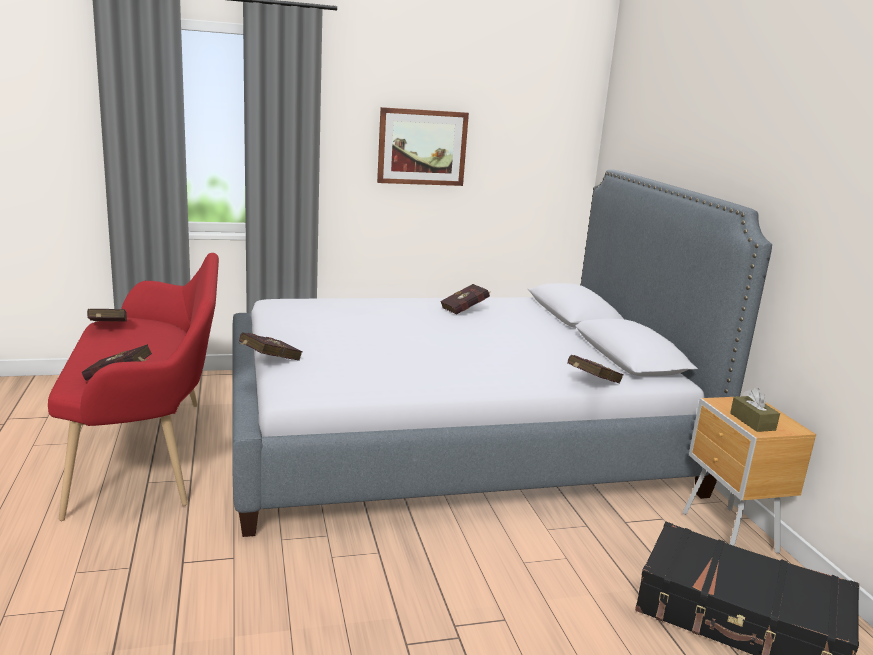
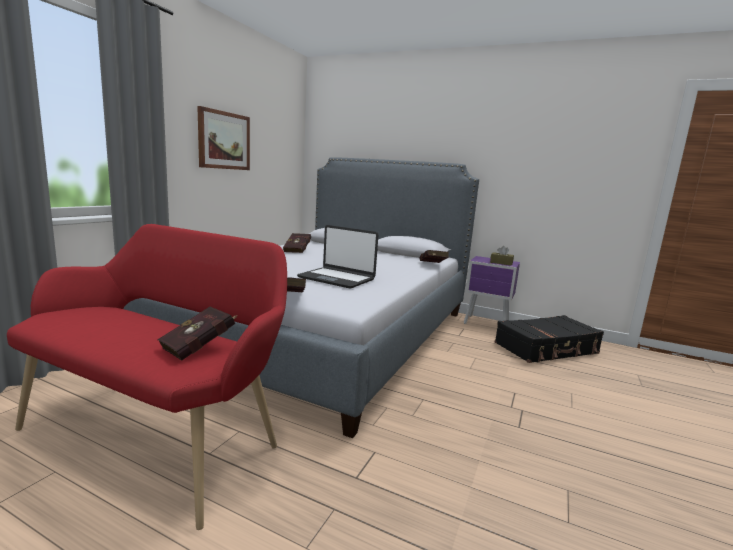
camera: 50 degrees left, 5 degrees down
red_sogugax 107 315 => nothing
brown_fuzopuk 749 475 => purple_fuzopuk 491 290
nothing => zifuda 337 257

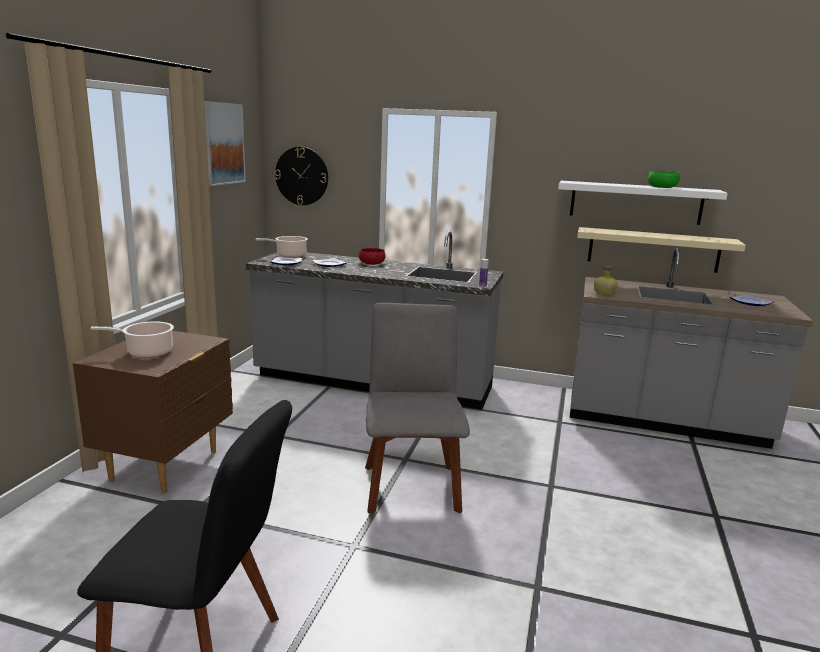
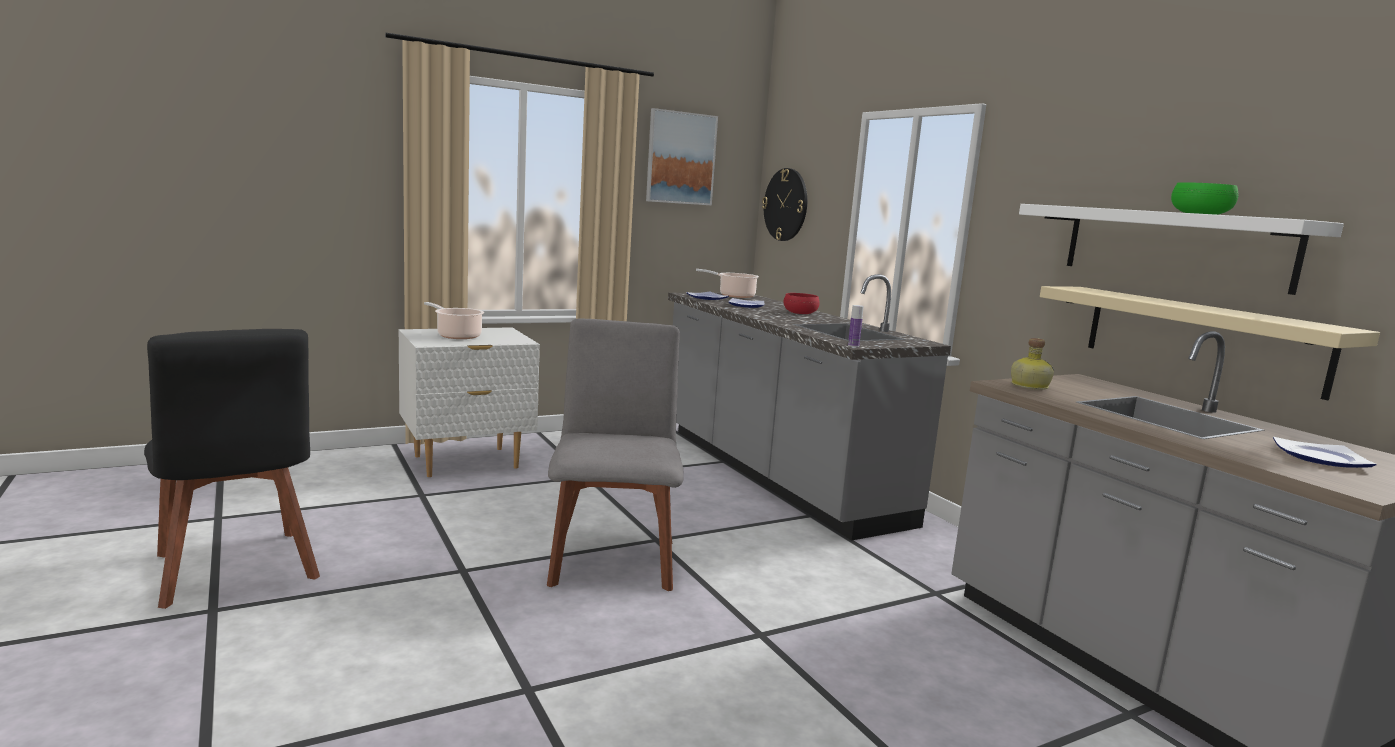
camera: 45 degrees right, 5 degrees down
brown_fuzopuk 153 412 => white_fuzopuk 469 402
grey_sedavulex 417 408 => grey_sedavulex 615 455, 45 degrees counterclockwise

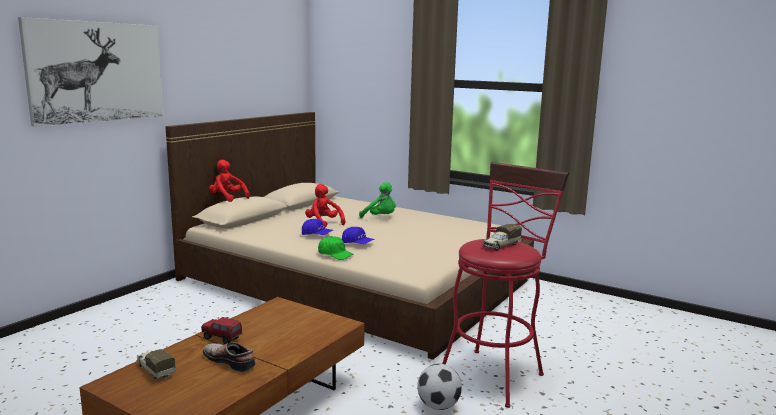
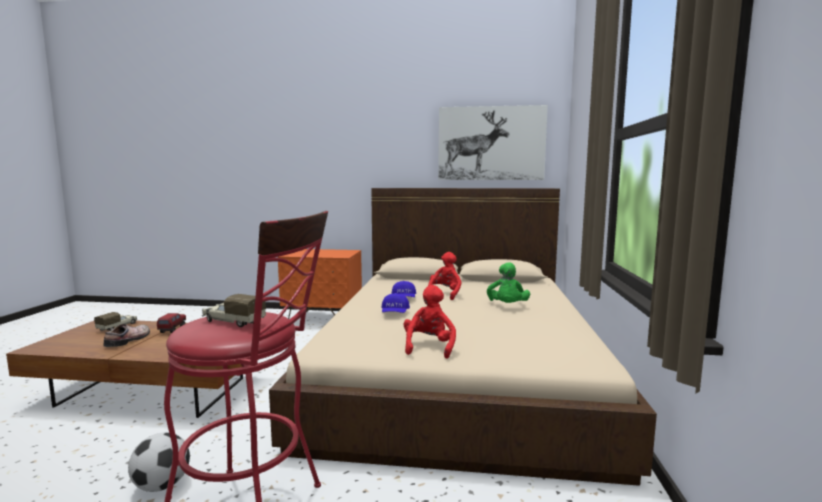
camera: 65 degrees right, 5 degrees down
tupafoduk 91 72 => tupafoduk 493 142, move
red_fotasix 229 181 => red_fotasix 429 322, move
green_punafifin 336 248 => nothing
nothing => orange_fuzopuk 320 284

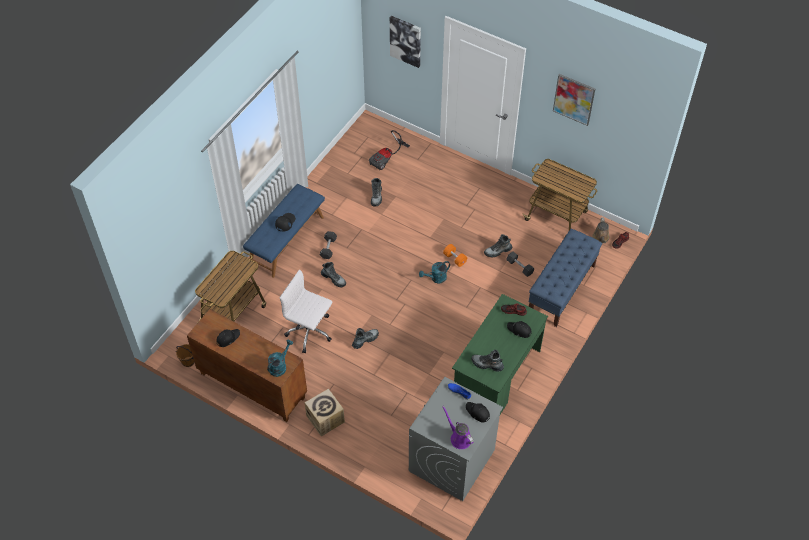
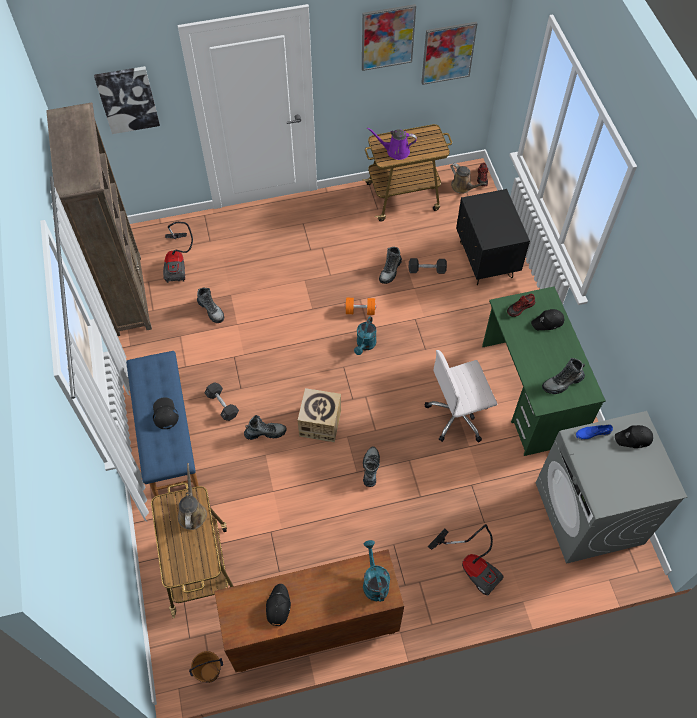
camera: 45 degrees left, 5 degrees up
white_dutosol 306 311 => white_dutosol 461 396, move
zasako 325 412 => zasako 319 415, move
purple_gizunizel 458 427 => purple_gizunizel 392 143, move
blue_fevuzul 565 278 => black_fuzopuk 493 237
nothing => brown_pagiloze 99 219
nothing => brown_gizunizel 192 496
nothing => tupafoduk 449 53
nothing => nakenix 466 560

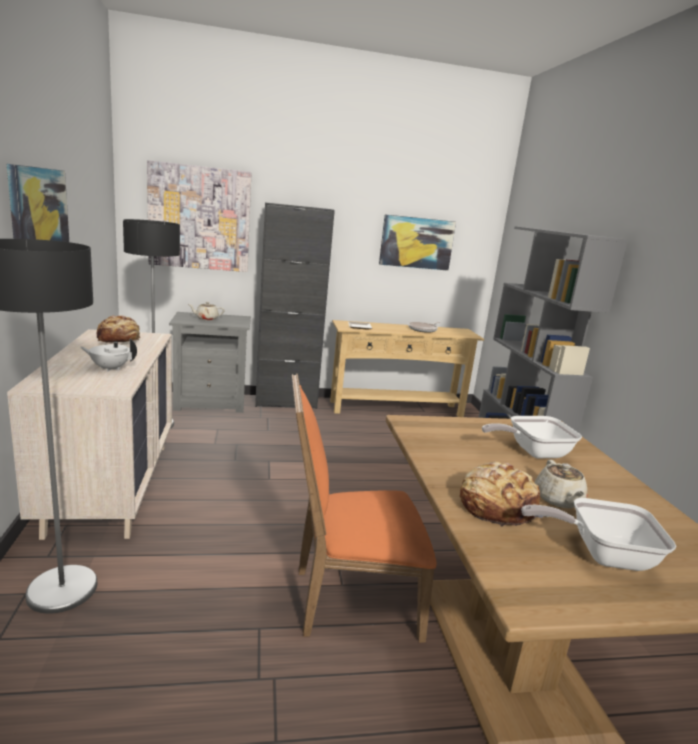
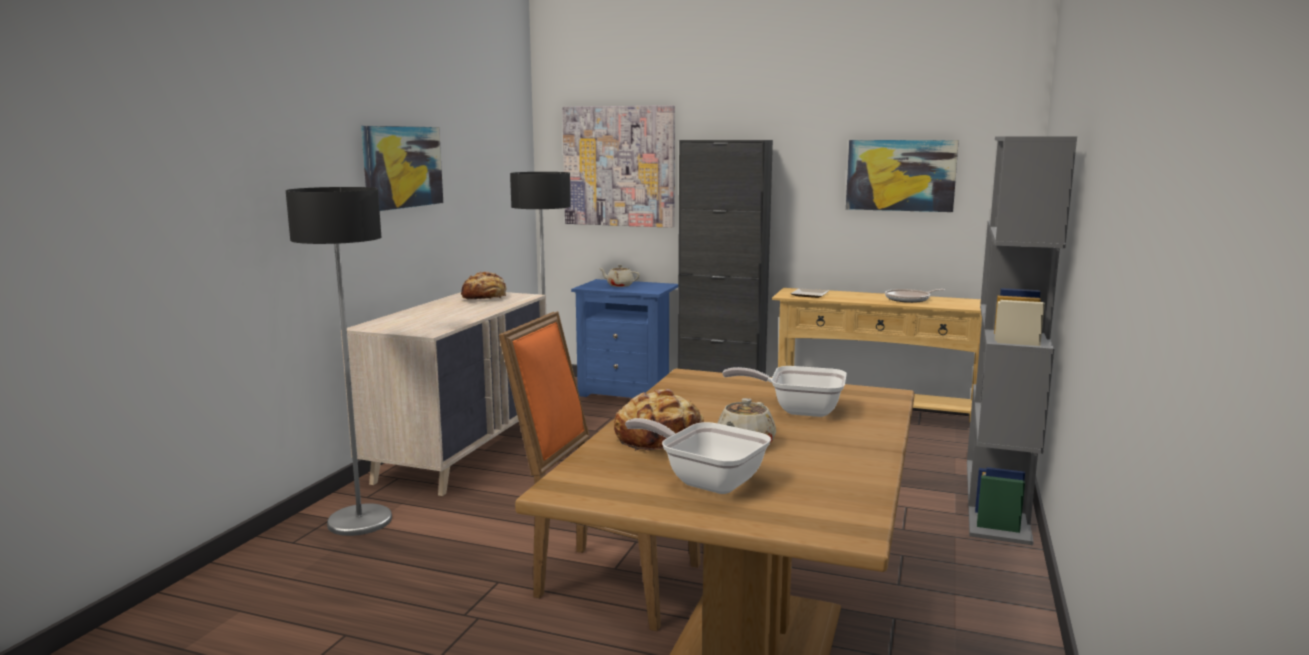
camera: 30 degrees right, 5 degrees down
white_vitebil 108 355 => nothing
grey_fuzopuk 210 362 => blue_fuzopuk 624 338

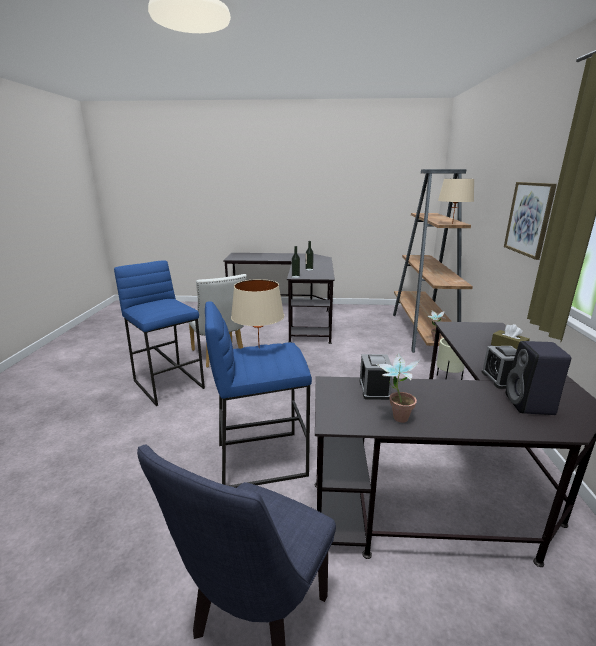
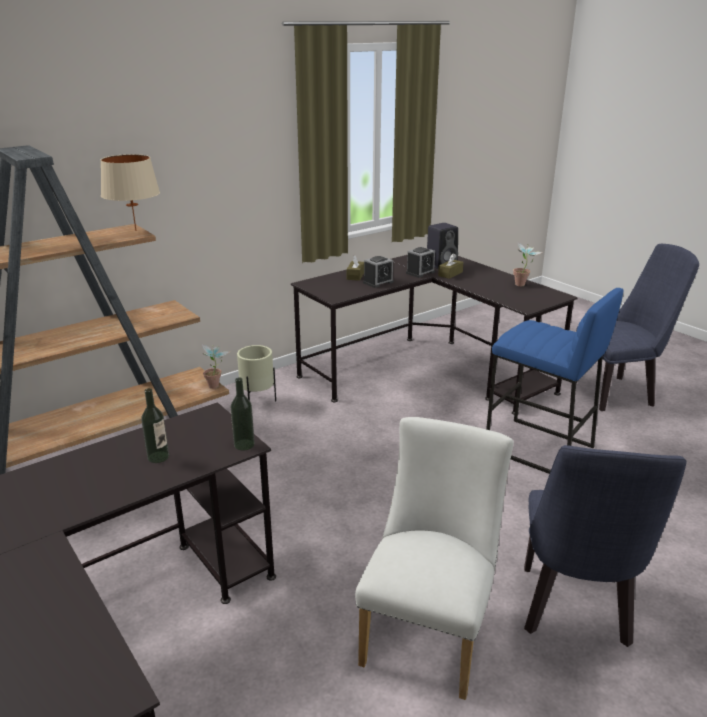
camera: 130 degrees left, 5 degrees up
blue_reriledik 159 333 => blue_sedavulex 605 546
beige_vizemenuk 257 313 => nothing
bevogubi 376 377 => bevogubi 378 272, move
tupafoduk 530 221 => nothing
nothing => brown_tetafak 450 266

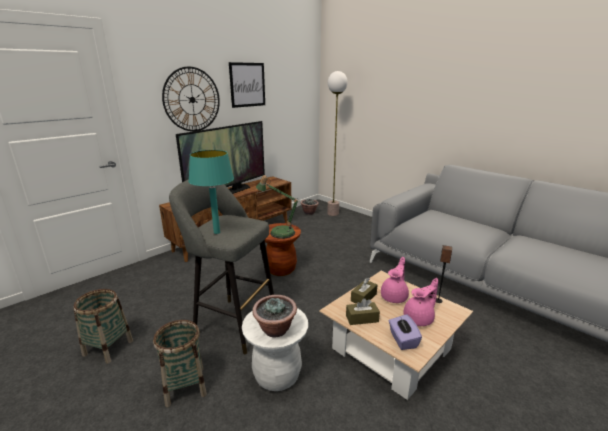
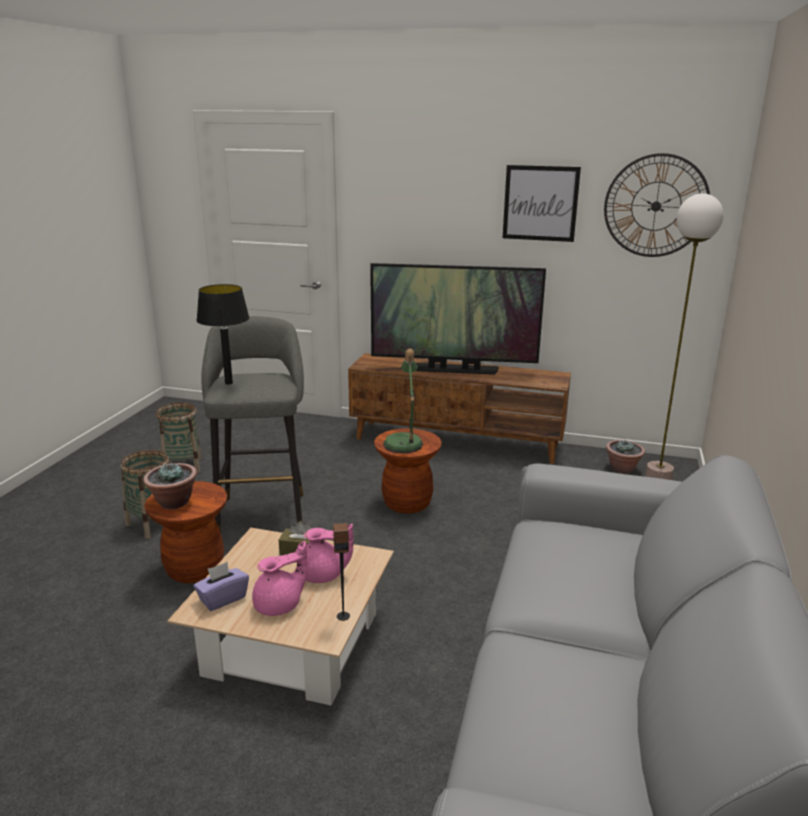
camera: 60 degrees right, 0 degrees up
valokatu 191 99 => valokatu 657 205, move
turquoise_vizemenuk 211 192 => black_vizemenuk 223 334
white_reriledik 275 349 => brown_reriledik 185 532
brown_tetafak 363 311 => nothing
pink_vitebil 421 302 => pink_vitebil 280 578, 60 degrees counterclockwise

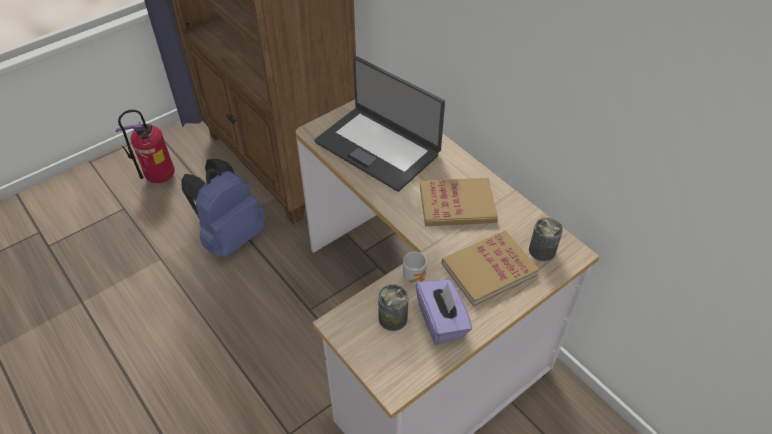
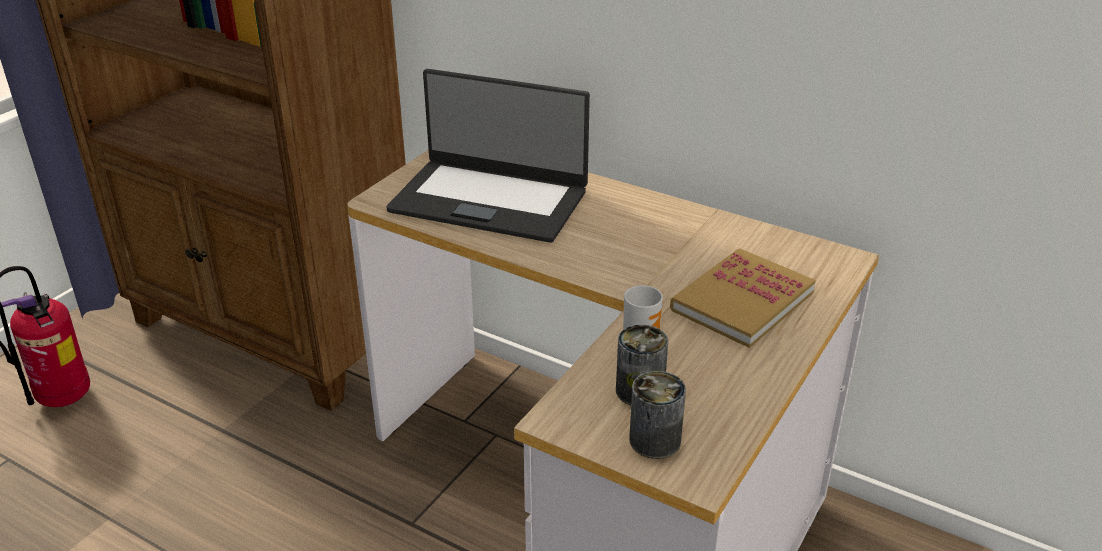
camera: 20 degrees left, 15 degrees down
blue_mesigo 223 208 => nothing
purple_tetafak 444 312 => nothing
sogugax 459 202 => nothing
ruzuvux 546 239 => ruzuvux 657 415, move

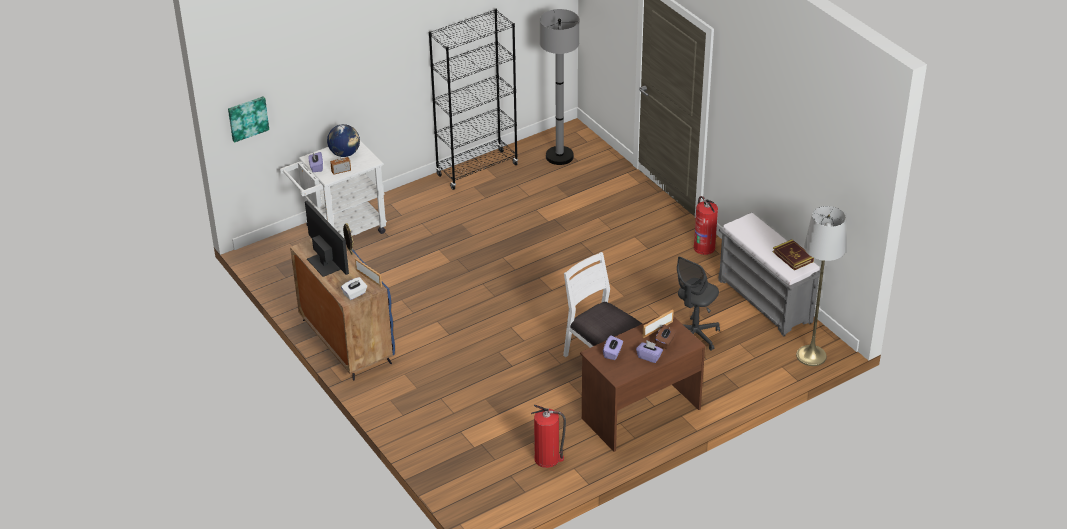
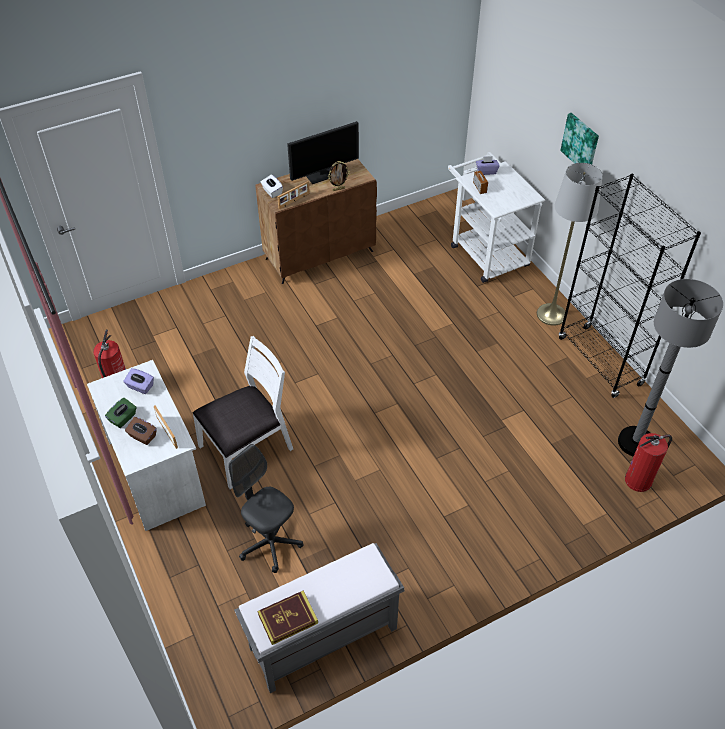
camera: 95 degrees right, 10 degrees up
tupafoduk 248 119 => tupafoduk 579 138, move
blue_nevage 342 310 => brown_nevage 316 221
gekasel 343 140 => nothing
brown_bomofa 643 384 => white_bomofa 146 445
purple_tetafak 649 352 => green_tetafak 121 413
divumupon 706 225 => divumupon 648 462, move
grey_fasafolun 821 286 => grey_fasafolun 570 244, move

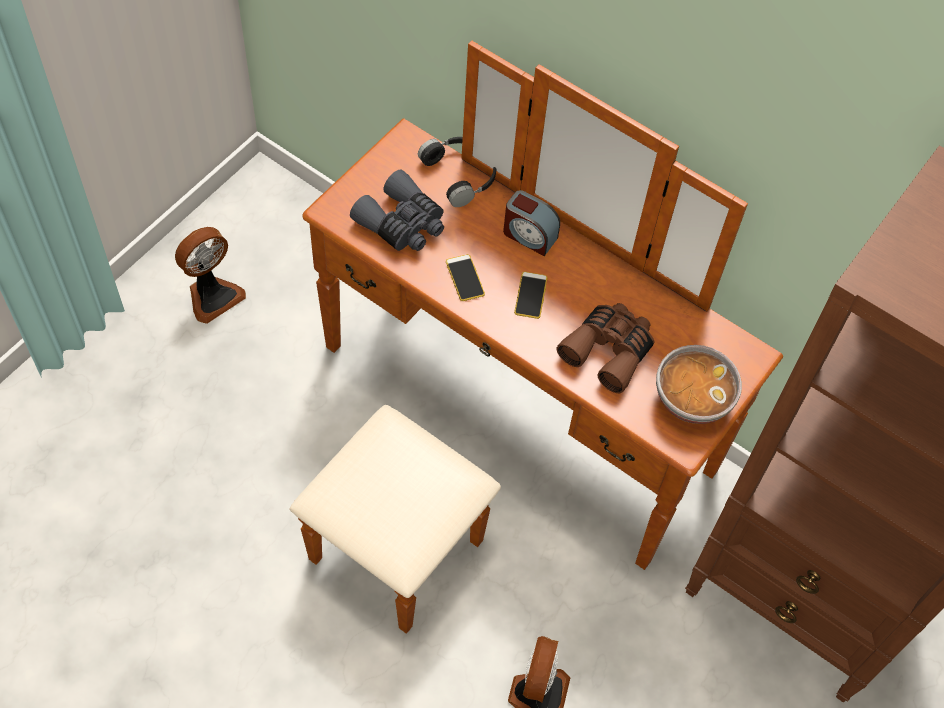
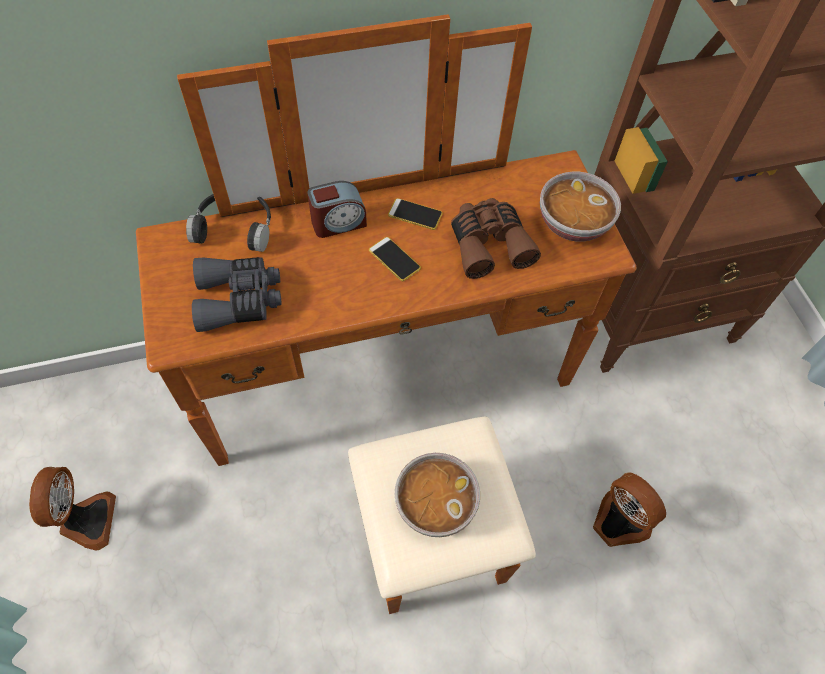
camera: 50 degrees left, 0 degrees up
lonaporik 465 277 => lonaporik 415 214, move
nothing => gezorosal 437 495

